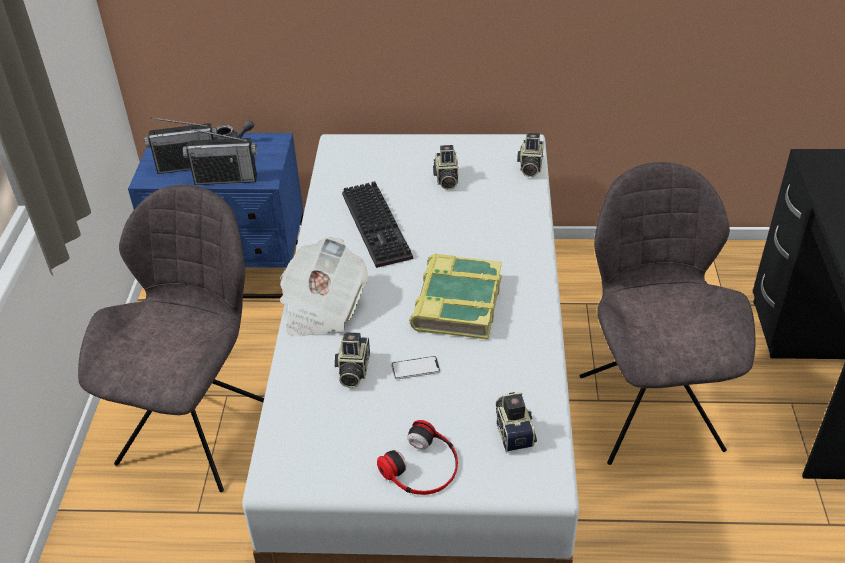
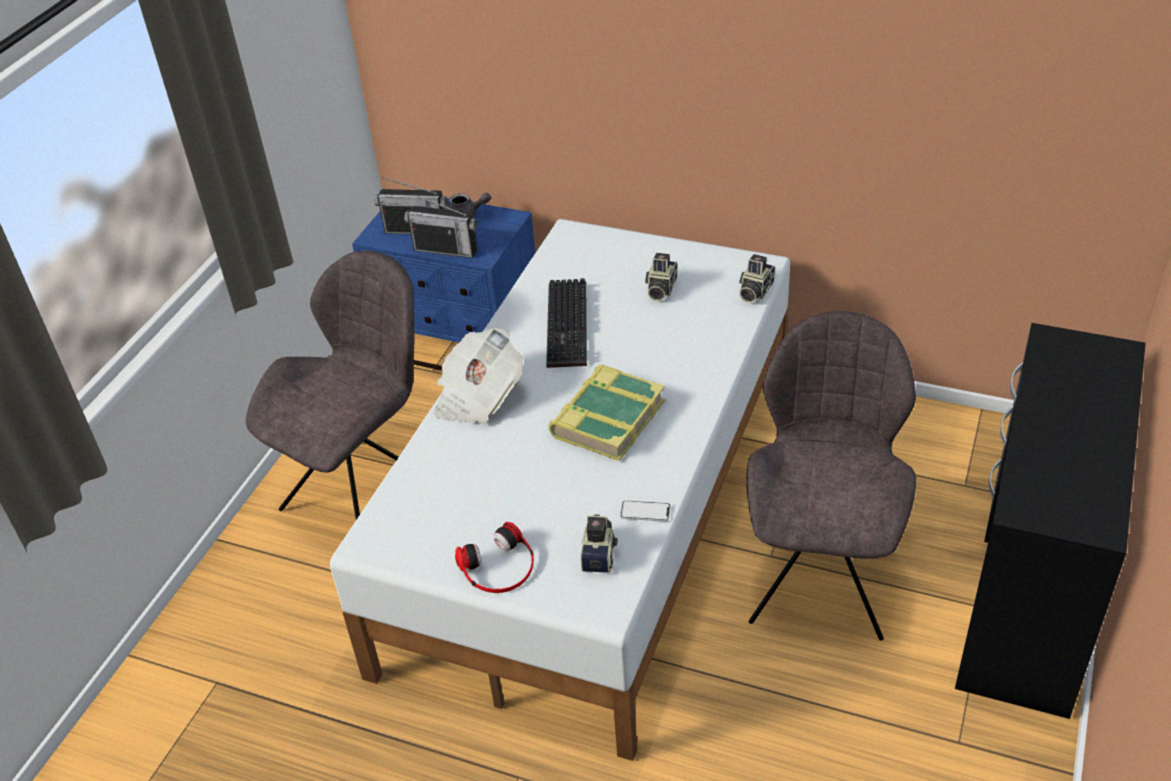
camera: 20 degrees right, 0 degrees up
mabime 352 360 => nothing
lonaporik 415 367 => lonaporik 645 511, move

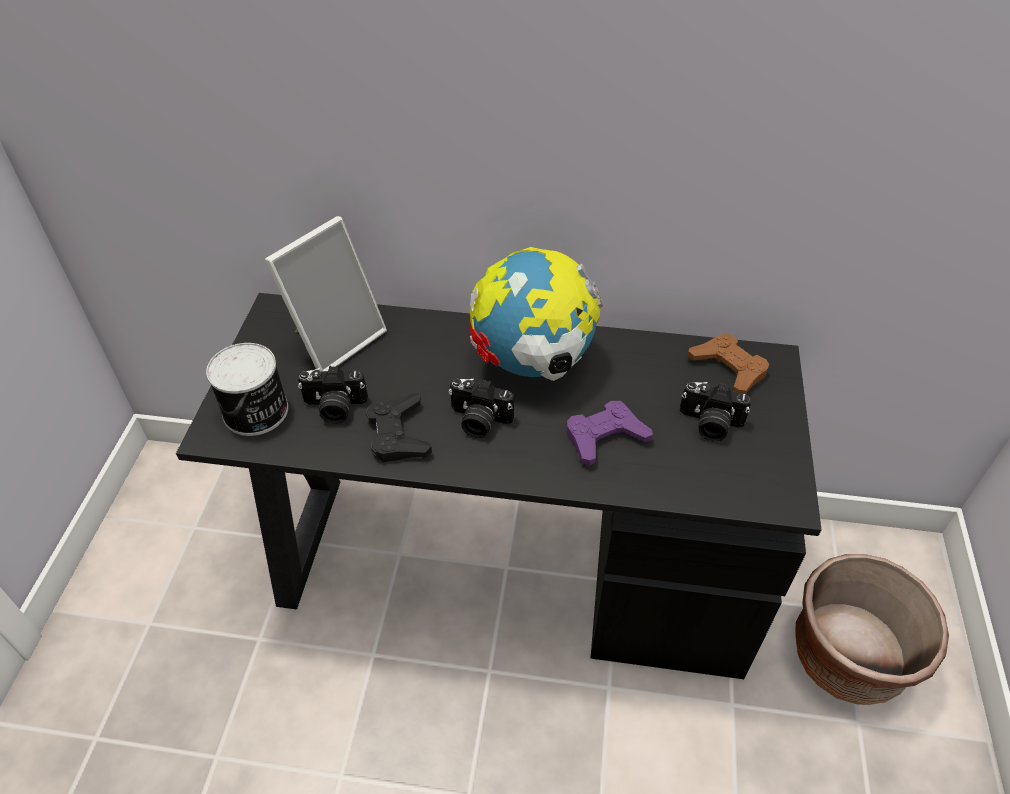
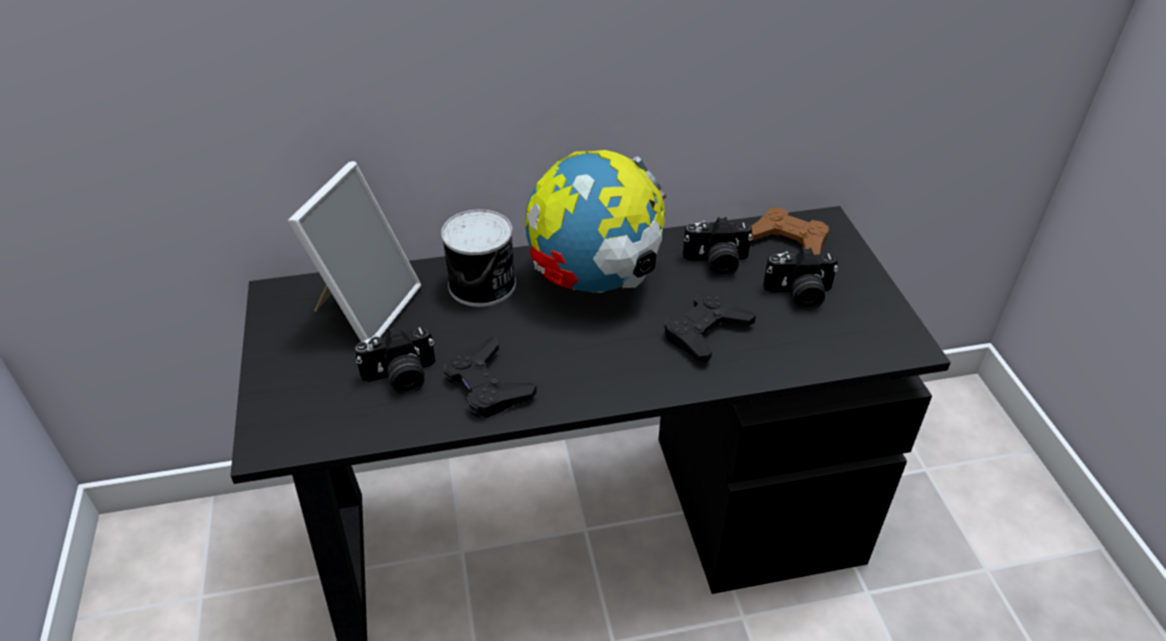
camera: 20 degrees left, 5 degrees down
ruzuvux 247 389 => ruzuvux 478 258, move
mabime 481 408 => mabime 718 246, move
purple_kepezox 610 433 => black_kepezox 710 327
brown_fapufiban 872 629 => nothing

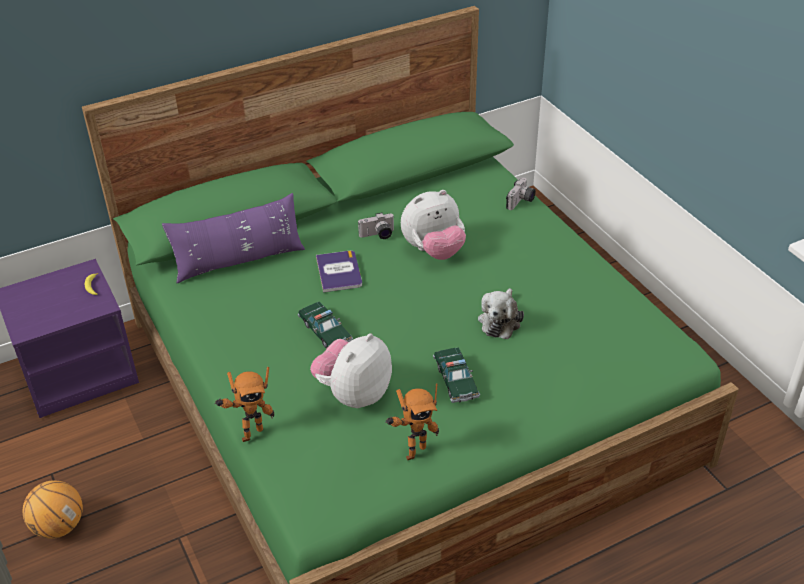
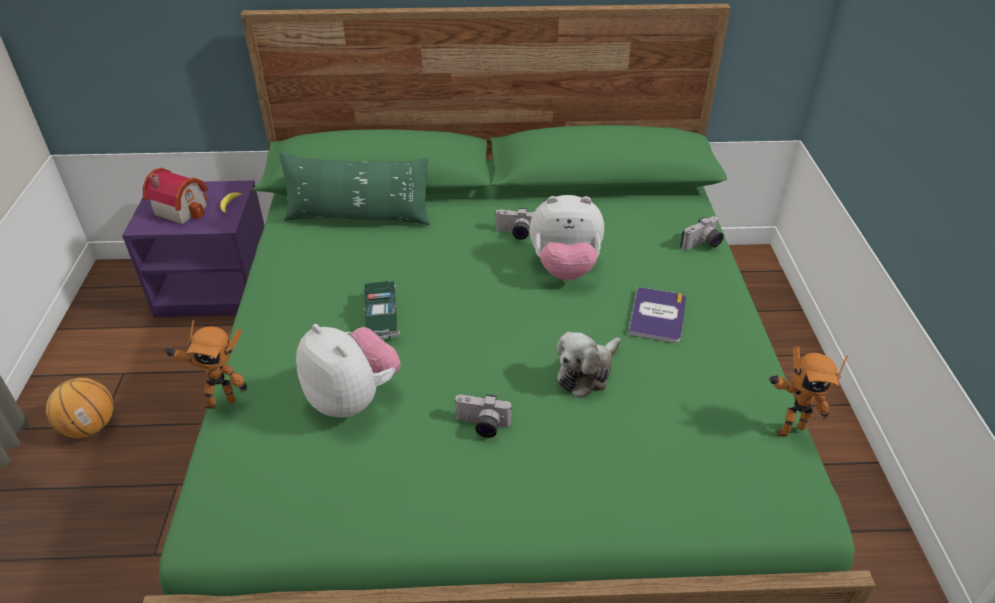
camera: 25 degrees right, 0 degrees up
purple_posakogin 233 238 => green_posakogin 354 188
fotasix 351 370 => fotasix 348 370, 75 degrees clockwise
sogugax 339 271 => sogugax 657 315, move
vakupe 412 421 => vakupe 808 391, move
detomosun 456 375 => mabime 483 416
nothing => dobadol 175 196

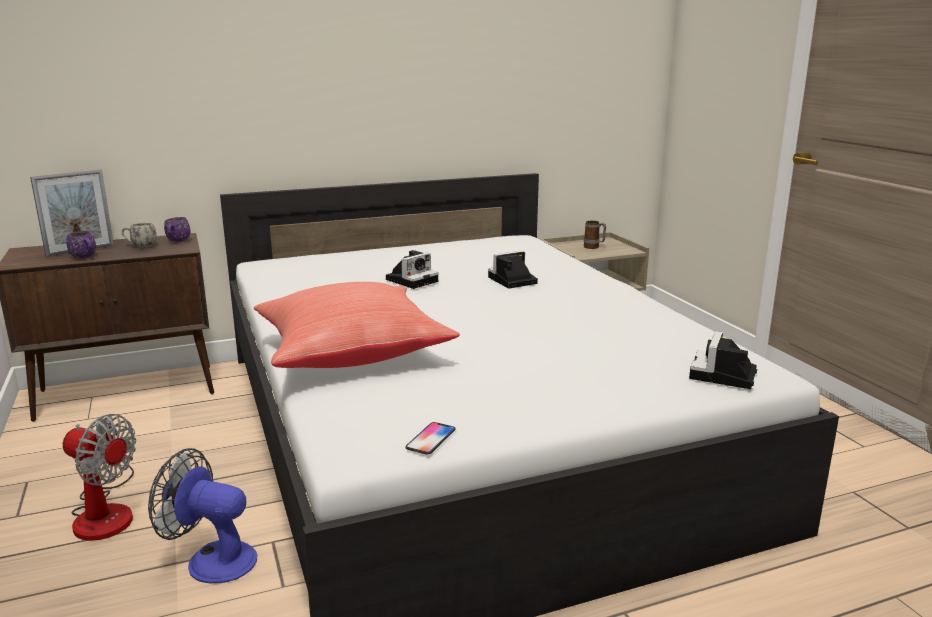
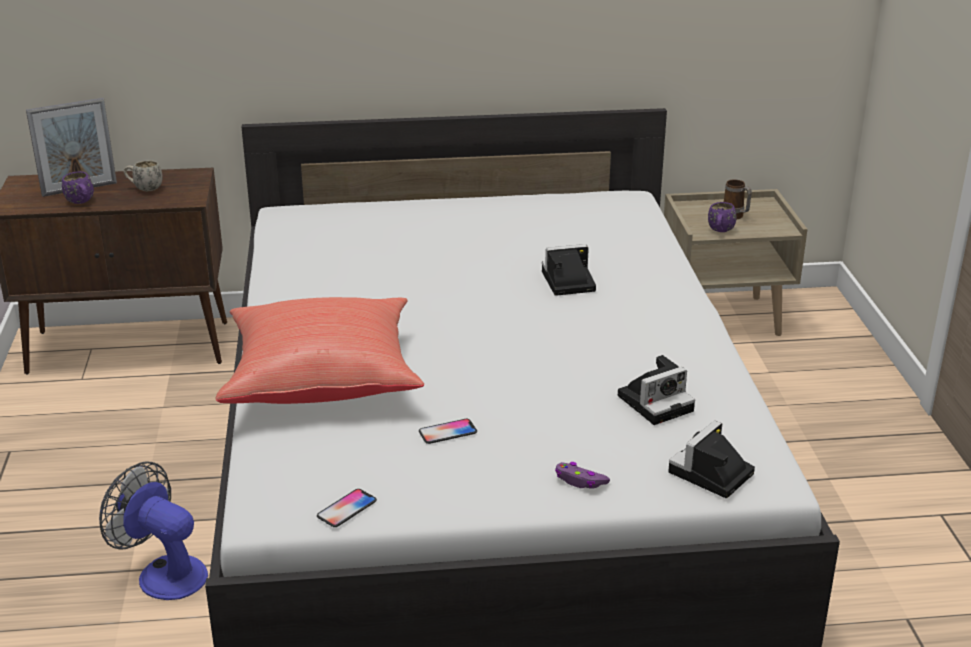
camera: 15 degrees right, 10 degrees up
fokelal 99 477 => nothing
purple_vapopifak 177 229 => purple_vapopifak 722 217, move
mabime 412 269 => mabime 656 390, move
nothing => lonaporik 448 431
nothing => purple_kepezox 582 475

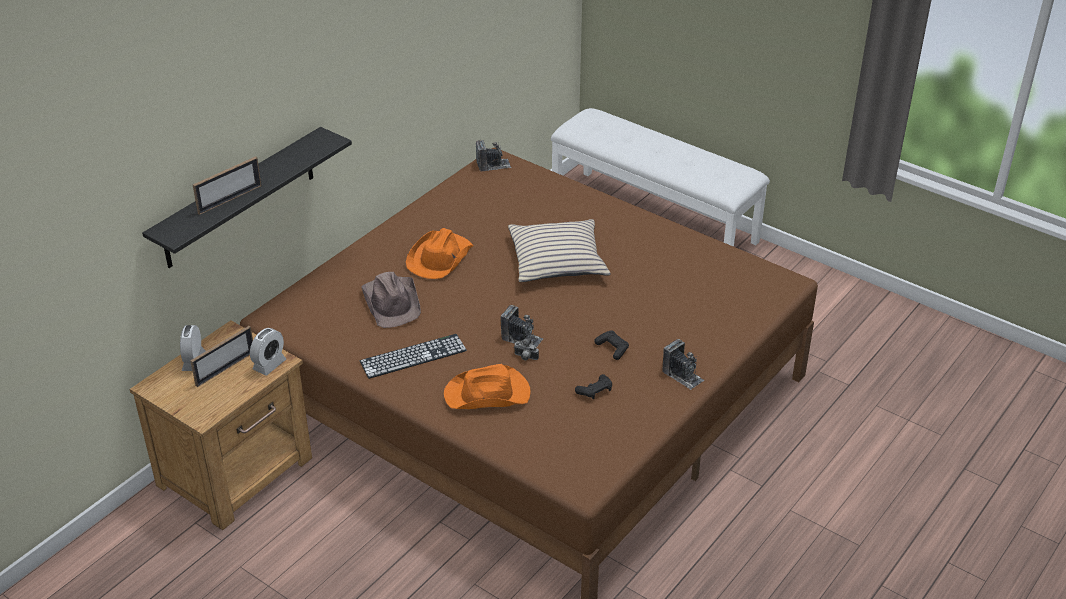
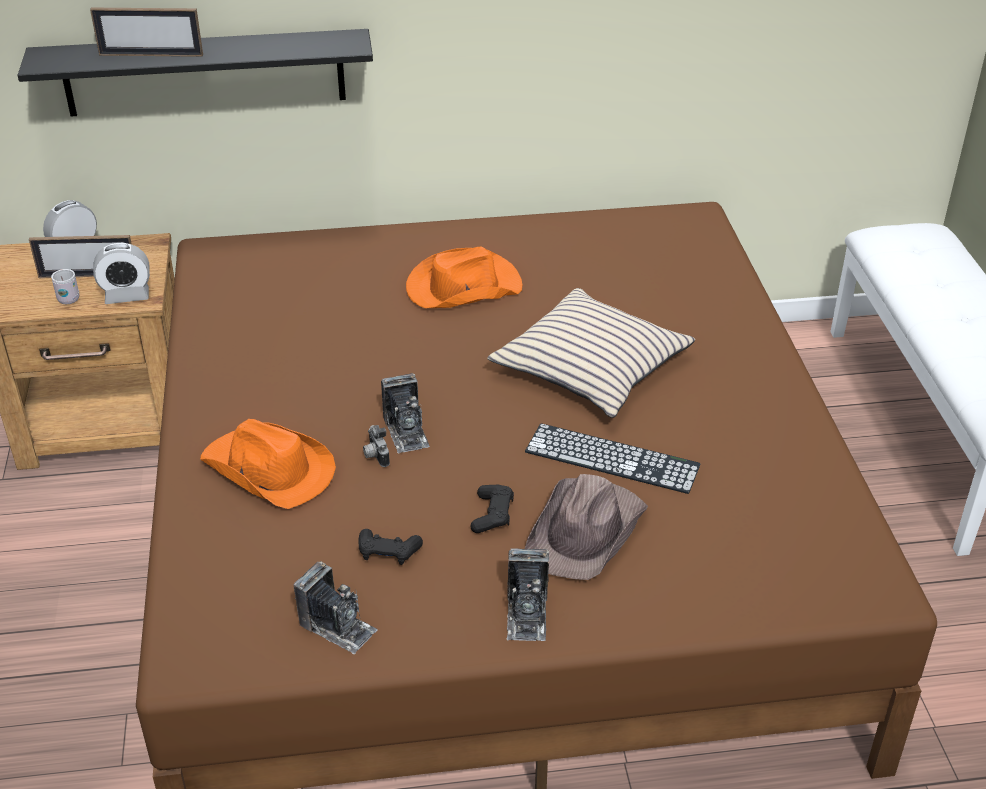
camera: 45 degrees right, 0 degrees up
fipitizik 413 356 => fipitizik 613 458, move
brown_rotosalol 391 300 => brown_rotosalol 586 527, move
mabime 493 156 => mabime 335 607, move
nothing => white_vapopifak 65 286

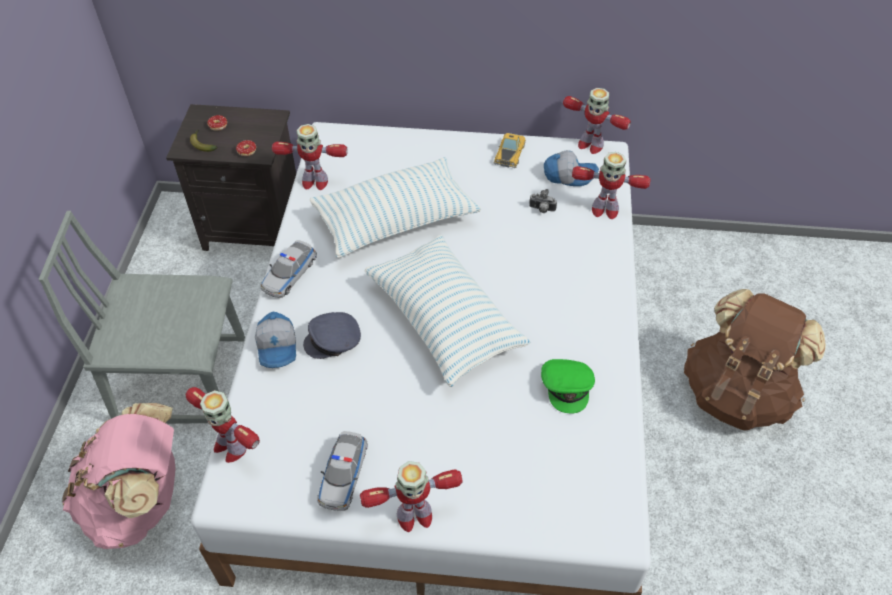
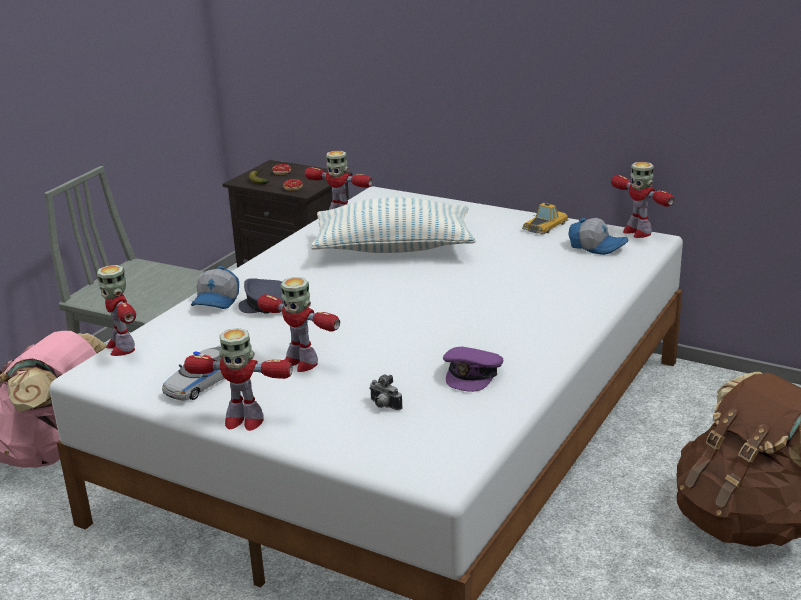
camera: 25 degrees right, 25 degrees down
detomosun 288 269 => nothing
posakogin 447 311 => nothing
mabime 543 201 => mabime 386 392, move
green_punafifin 568 386 => purple_punafifin 473 369
vakupe 611 185 => vakupe 299 324, move

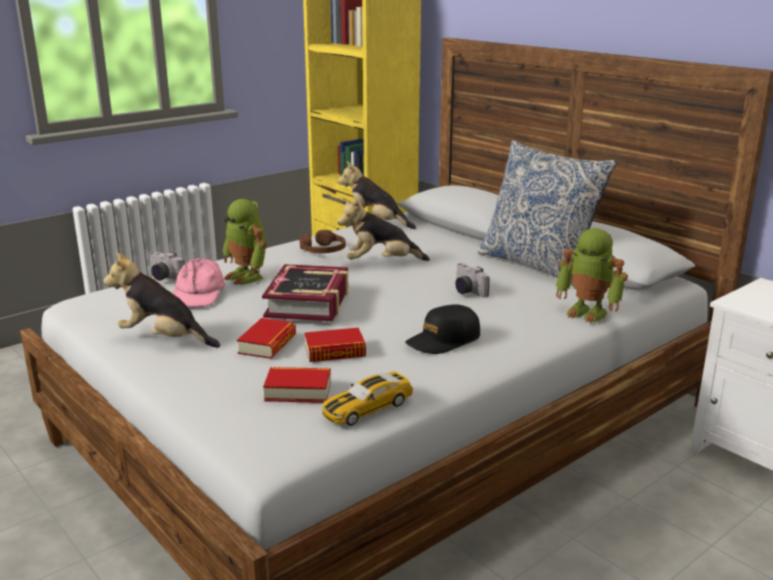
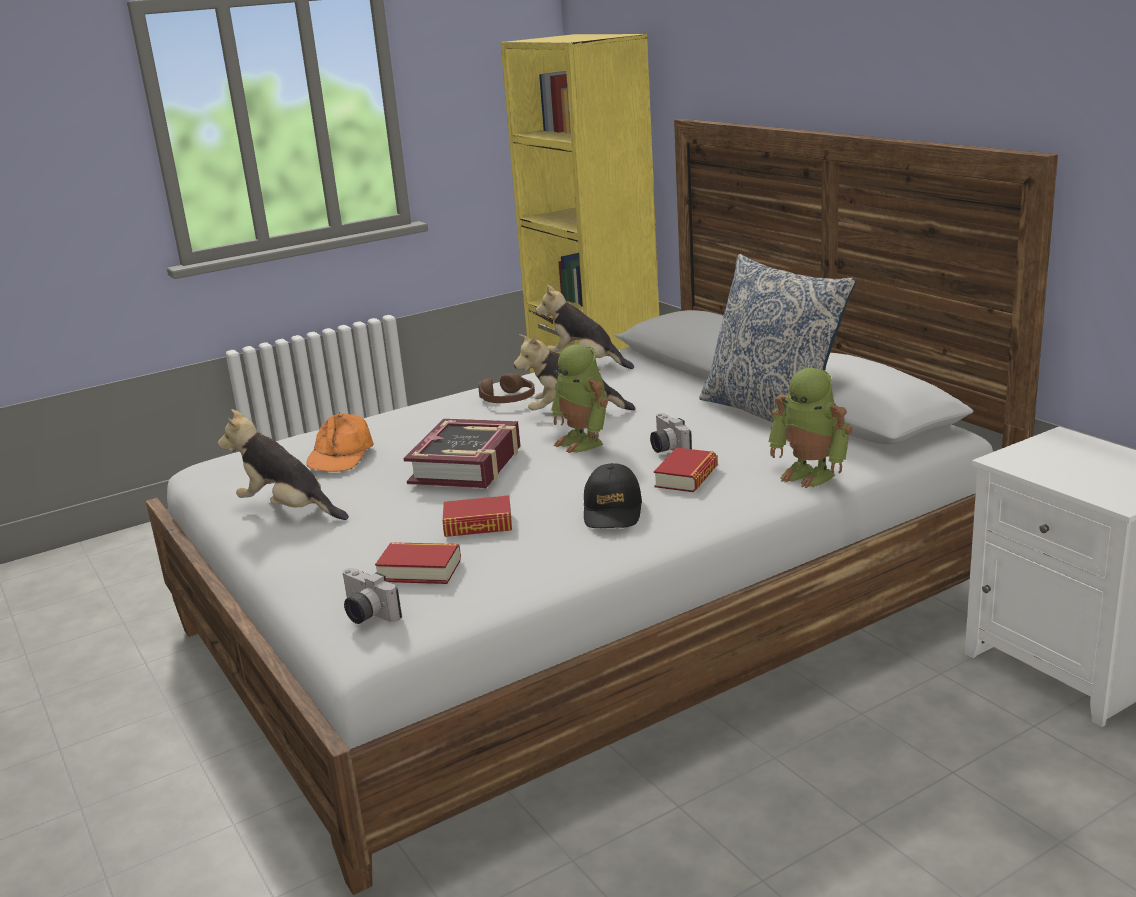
camera: 10 degrees right, 0 degrees up
mabime 167 266 => mabime 372 596, move
pink_punafifin 198 282 => orange_punafifin 340 442
vakupe 245 242 => vakupe 579 399, move
sogugax 266 338 => sogugax 686 470, move
detomosun 367 398 => nothing
black_punafifin 442 329 => black_punafifin 613 495, 60 degrees counterclockwise

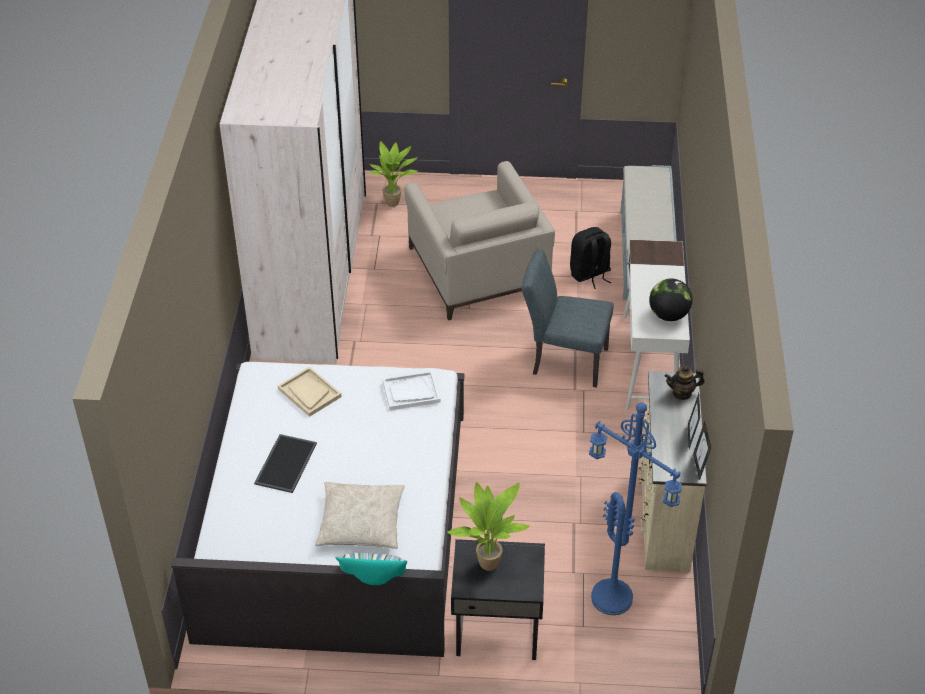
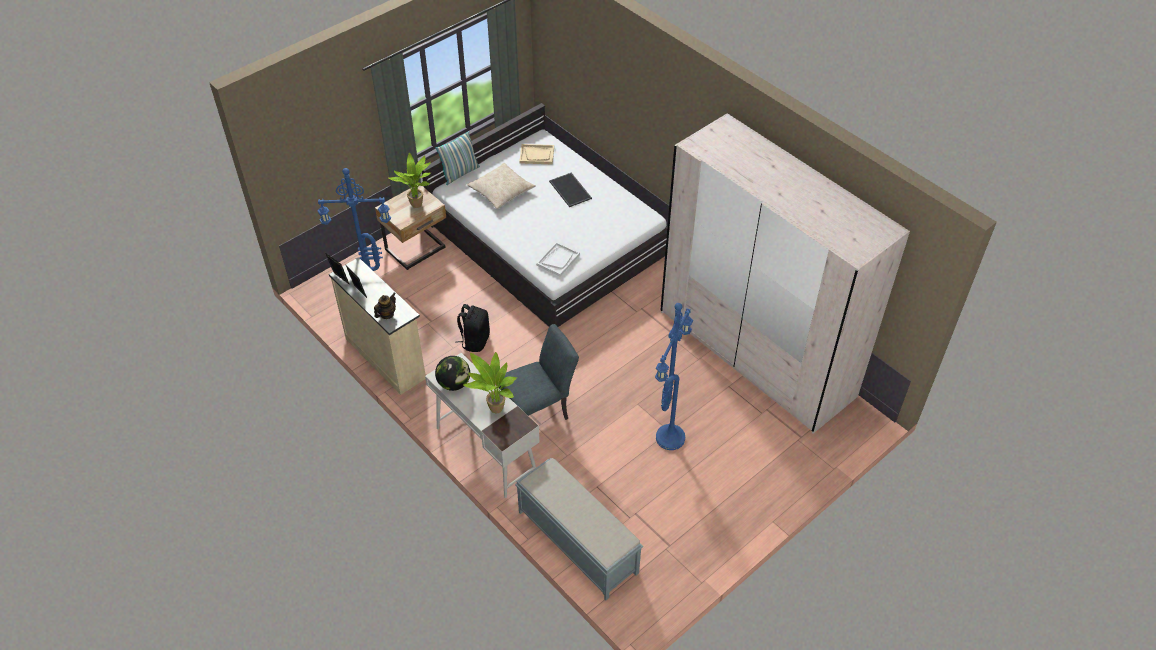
camera: 135 degrees right, 5 degrees up
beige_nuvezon 310 392 => beige_nuvezon 537 154, move
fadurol 393 174 => fadurol 490 382, move
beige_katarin 479 240 => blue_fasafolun 674 376
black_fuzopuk 498 599 => beige_fuzopuk 410 227
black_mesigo 590 258 => black_mesigo 472 328, move

